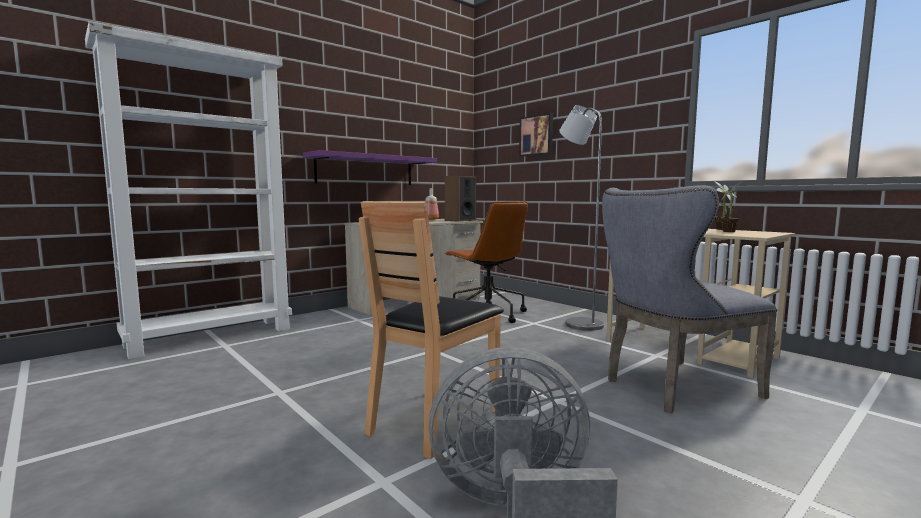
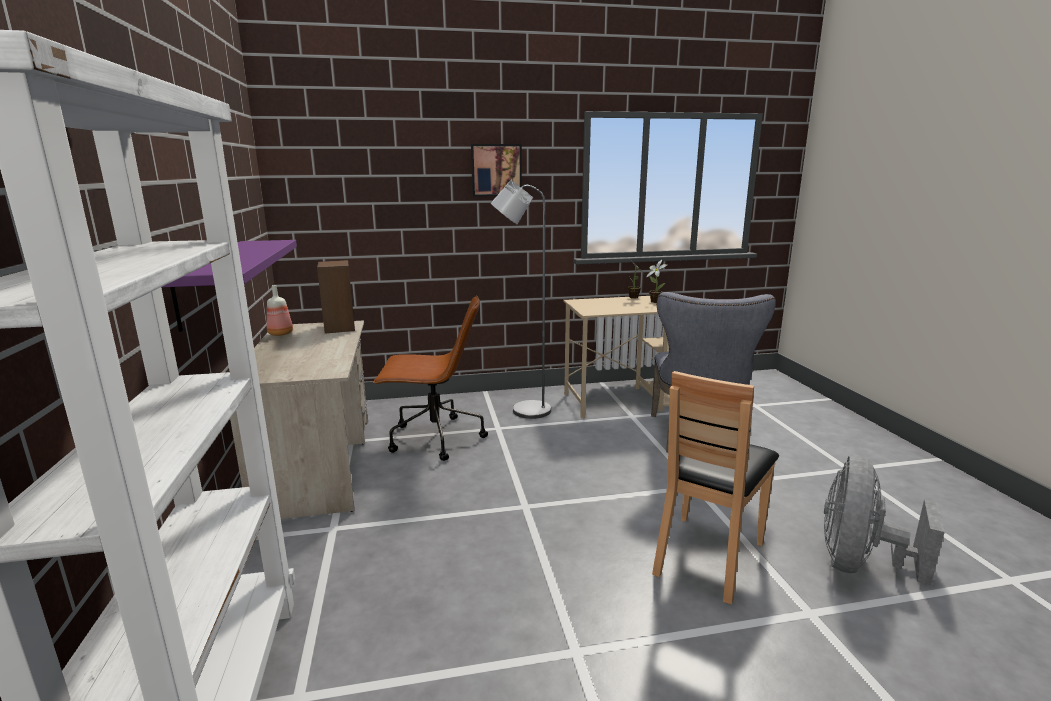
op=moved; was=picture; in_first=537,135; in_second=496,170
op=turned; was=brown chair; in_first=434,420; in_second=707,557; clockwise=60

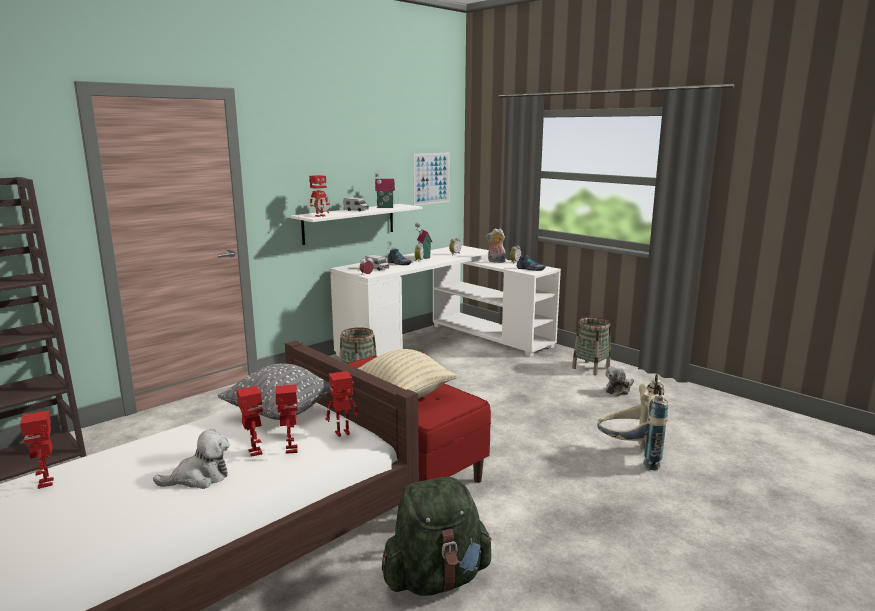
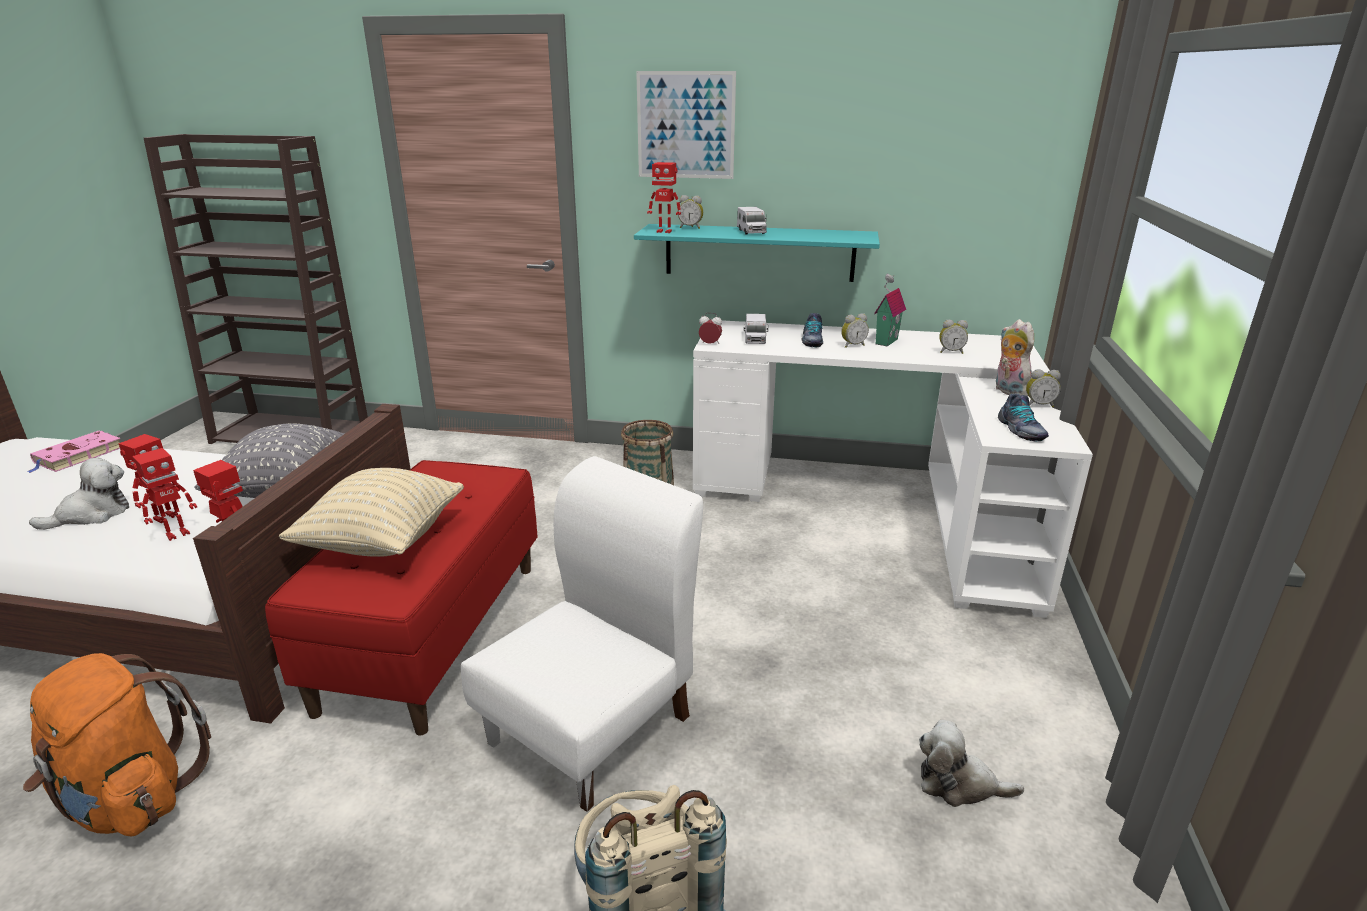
op=recoloured; was=green backpack; now=orange backpack; in_first=436,579; in_second=131,798
op=replaced; was=toy robot; now=pink book; in_first=47,483; in_second=77,456
op=turned; was=plush toy; in_first=199,478; in_second=92,514; clockwise=-75
op=added; now=white chair; in_second=592,729
op=recoloured; was=white shelf; now=turquoise shelf; in_first=349,223; in_second=759,252
op=moved; was=picture; in_first=431,178; in_second=685,125
op=removed; was=toy house; in_first=385,207
op=removed; was=basket; in_first=591,368

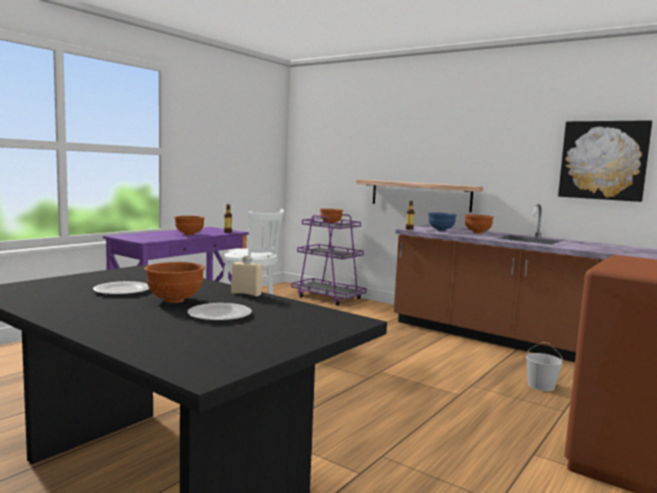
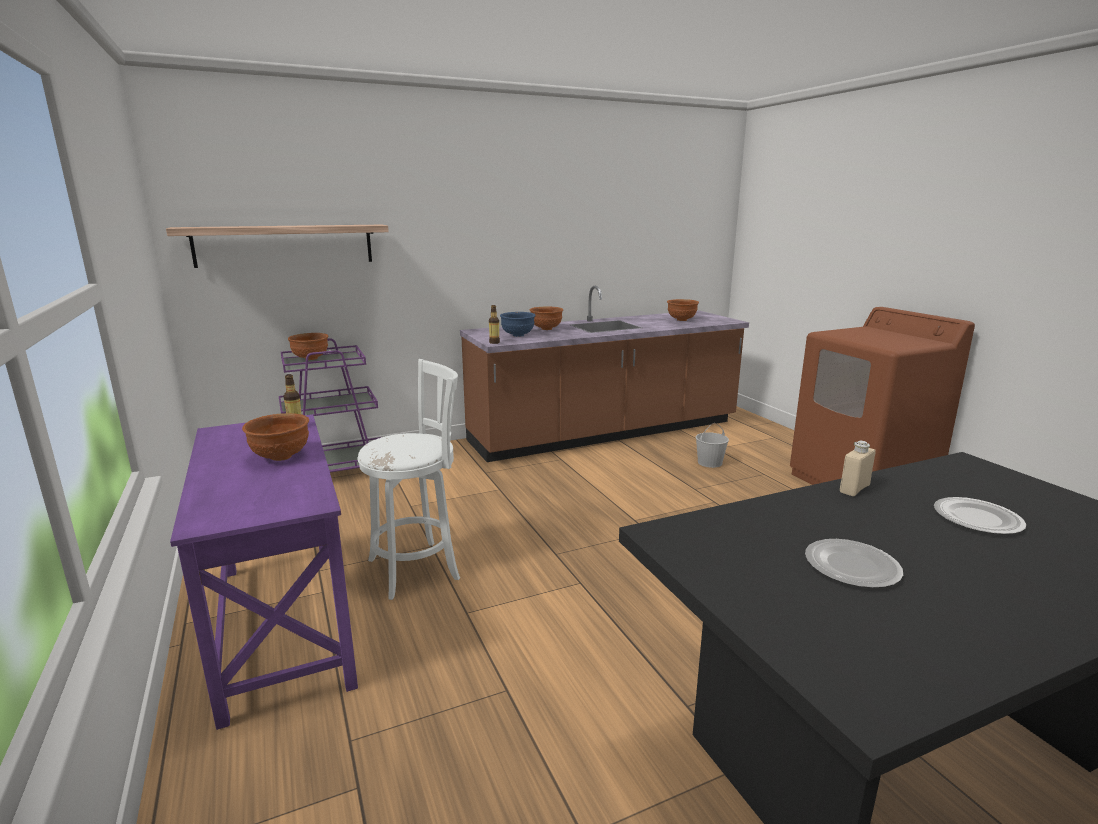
op=moved; was=shelf; in_first=420,195; in_second=285,245
op=moved; was=brown bowl; in_first=174,300; in_second=681,320
op=removed; was=picture; in_first=603,160

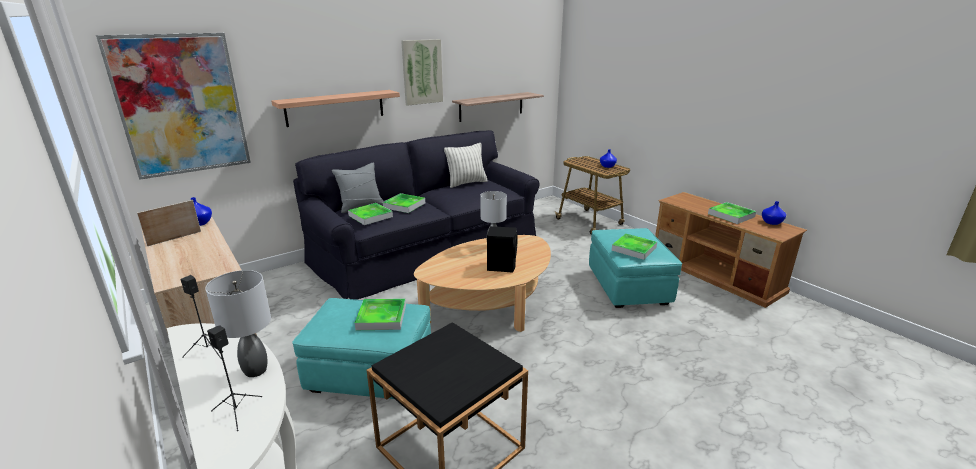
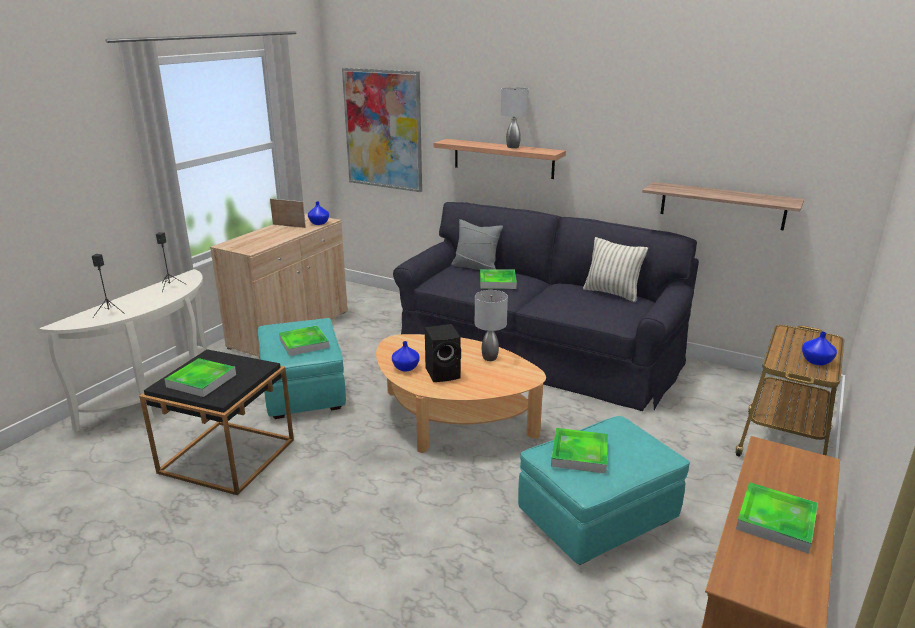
op=moved; was=tray; in_first=370,216; in_second=201,381
op=moved; was=blue vase; in_first=771,222; in_second=405,367
op=moved; was=grey table lamp; in_first=256,370; in_second=513,147
op=removed; was=picture; in_first=422,72

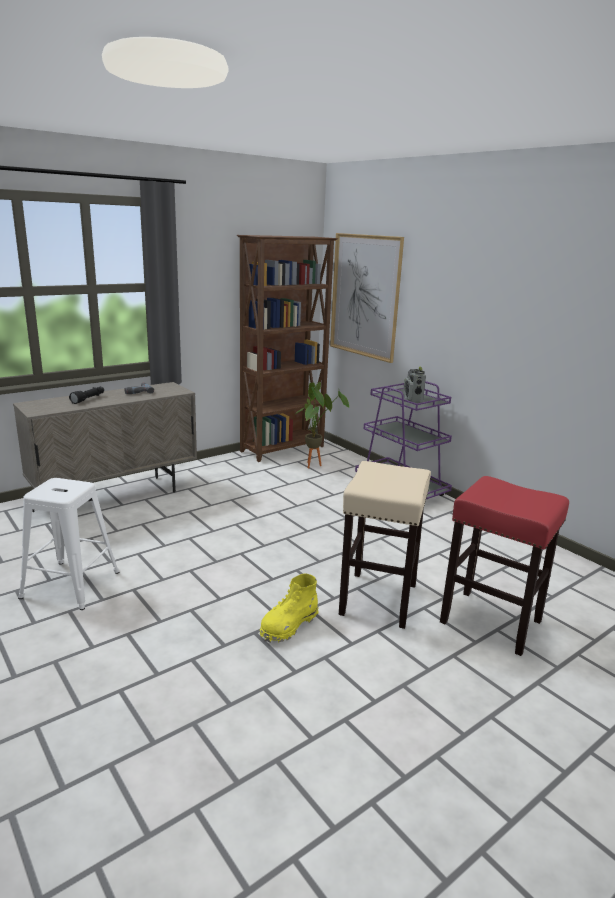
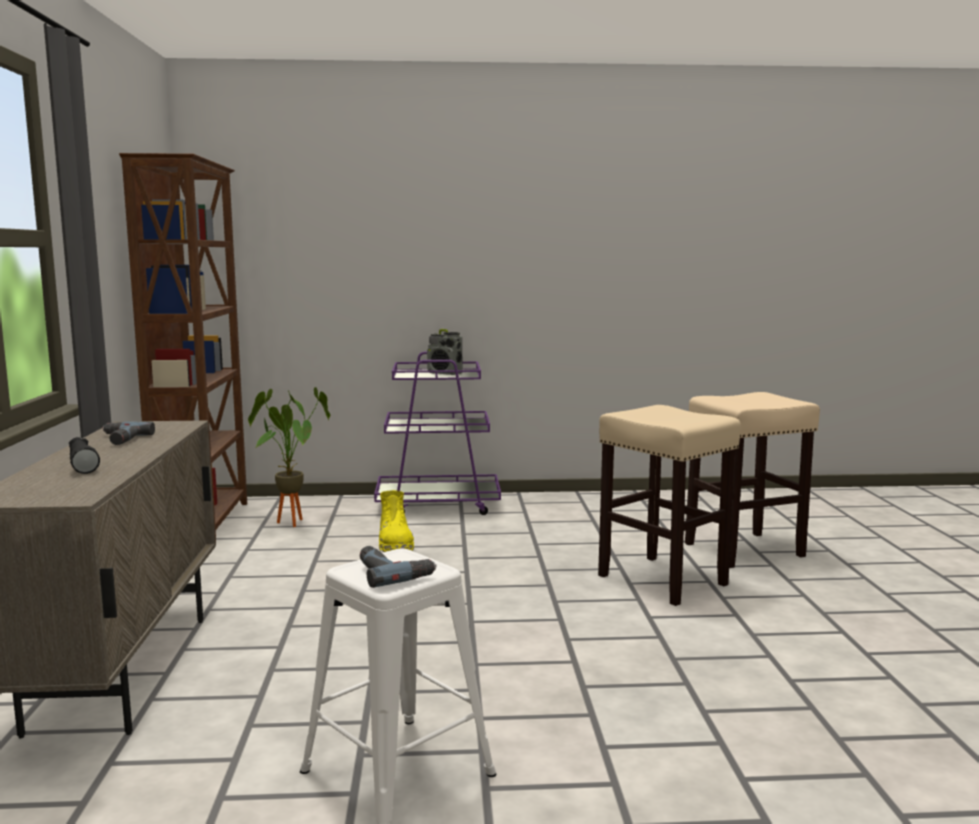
op=added; now=power drill; in_second=393,572
op=moved; was=yellow boot; in_first=288,625; in_second=395,544
op=recoloured; was=red stool; now=beige stool; in_first=492,622; in_second=745,549
op=removed; was=picture; in_first=365,296

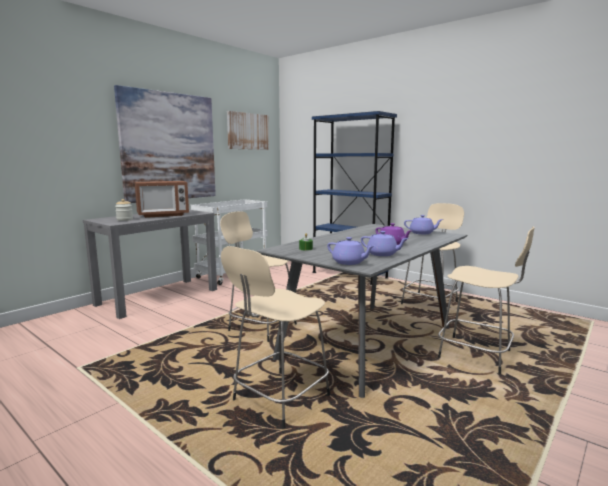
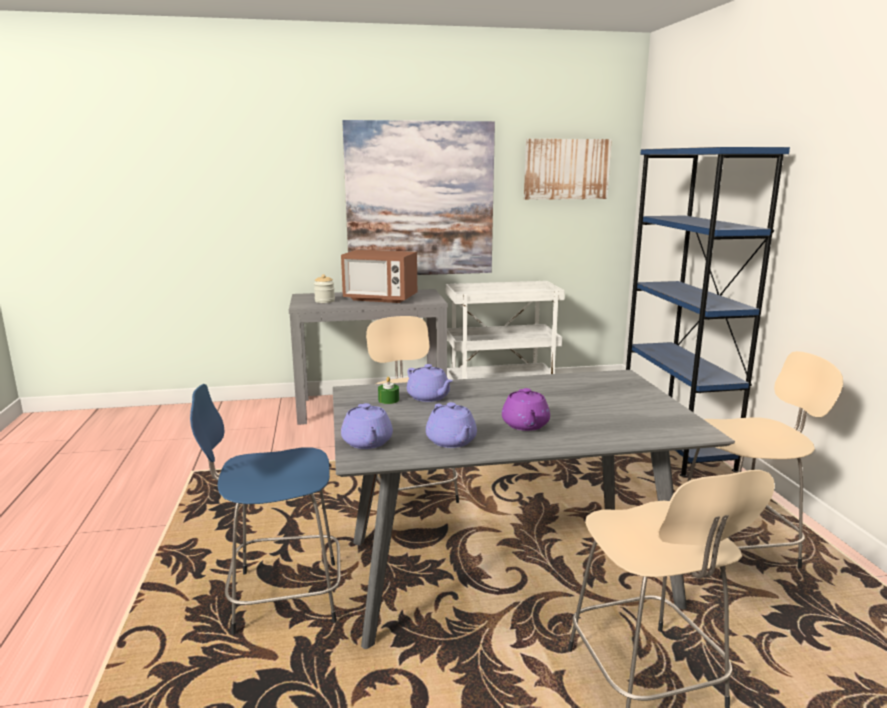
op=recoloured; was=beige stool; now=blue stool; in_first=279,400; in_second=282,598
op=moved; was=purple teapot; in_first=422,233; in_second=429,397

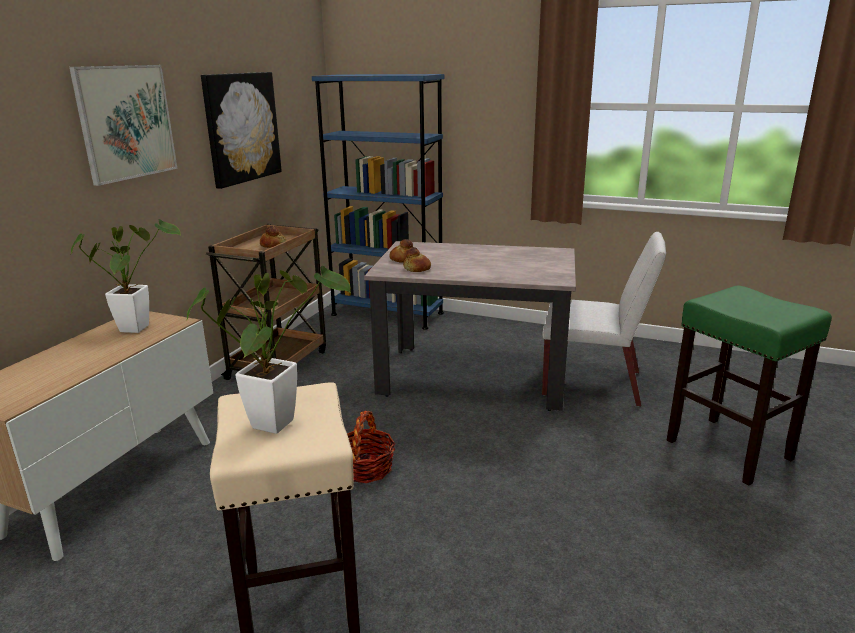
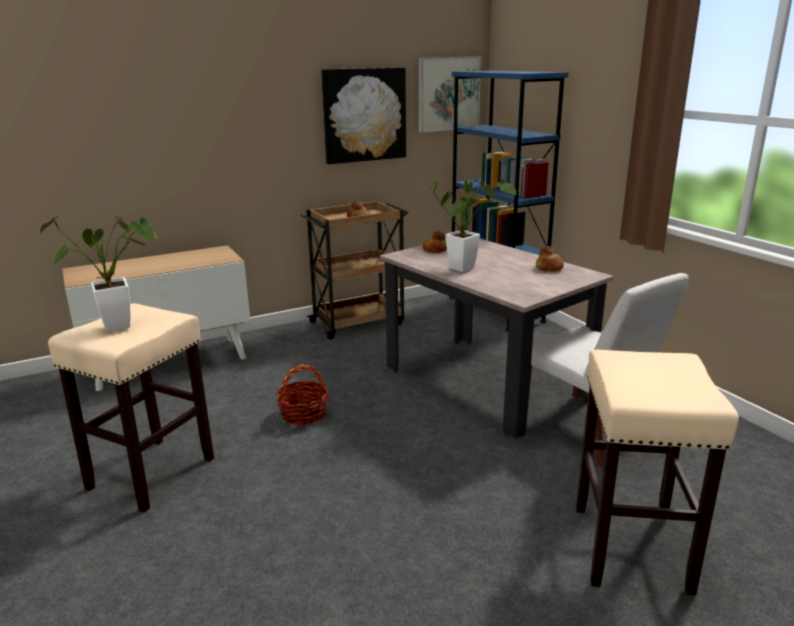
op=moved; was=picture; in_first=126,122; in_second=448,94
op=moved; was=potted plant; in_first=138,326; in_second=466,267
op=moved; was=bread; in_first=417,268; in_second=549,268
op=recoloured; was=green stool; now=beige stool; in_first=730,450; in_second=631,548

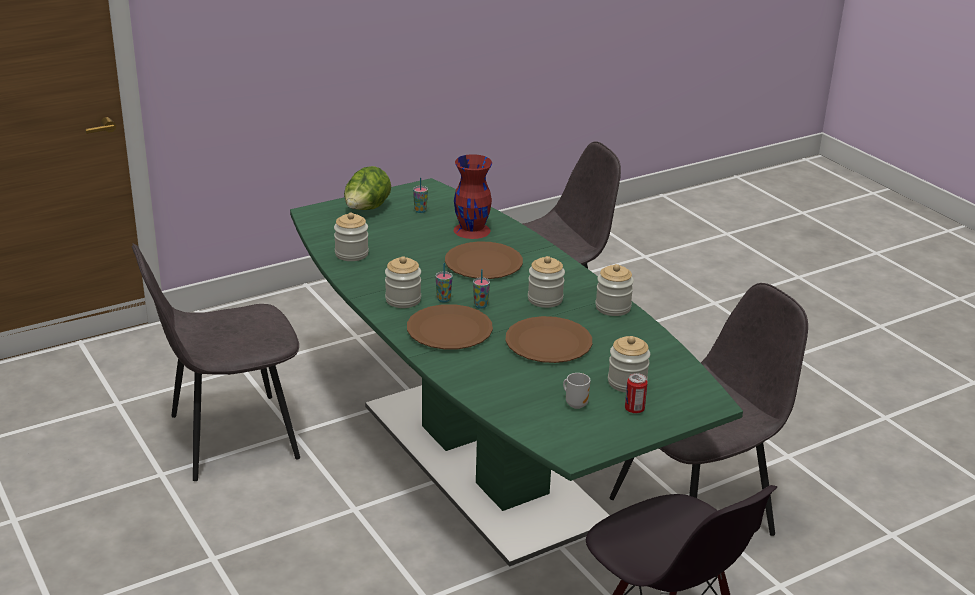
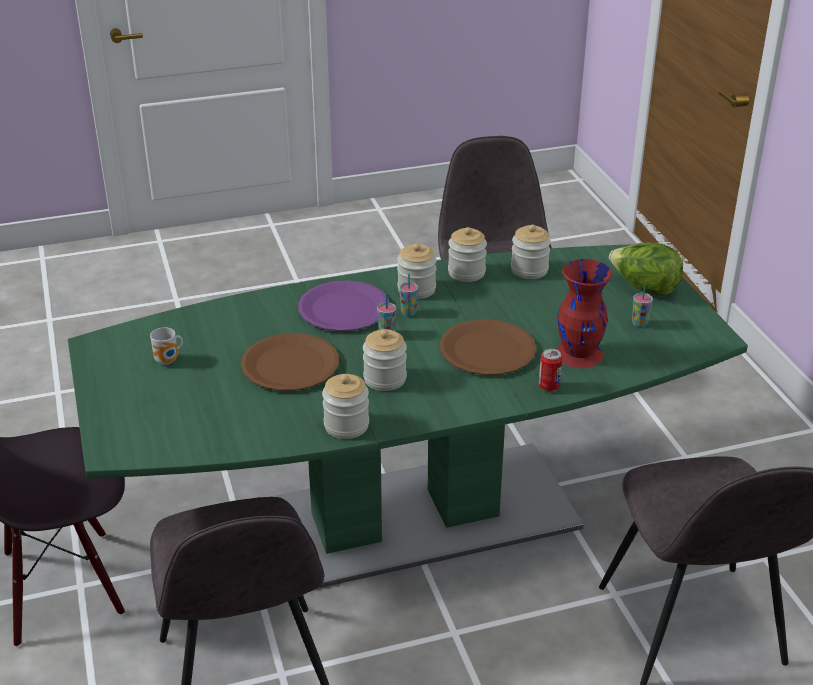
op=recoloured; was=brown plate; now=purple plate; in_first=449,330; in_second=344,309
op=moved; was=jar; in_first=627,382; in_second=466,273
op=moved; was=can; in_first=634,409; in_second=549,386

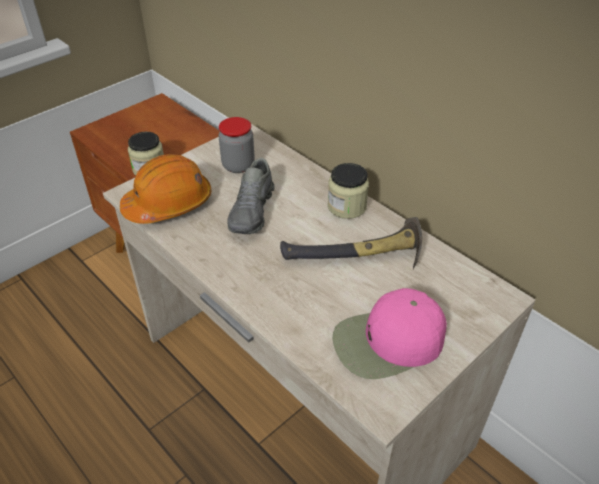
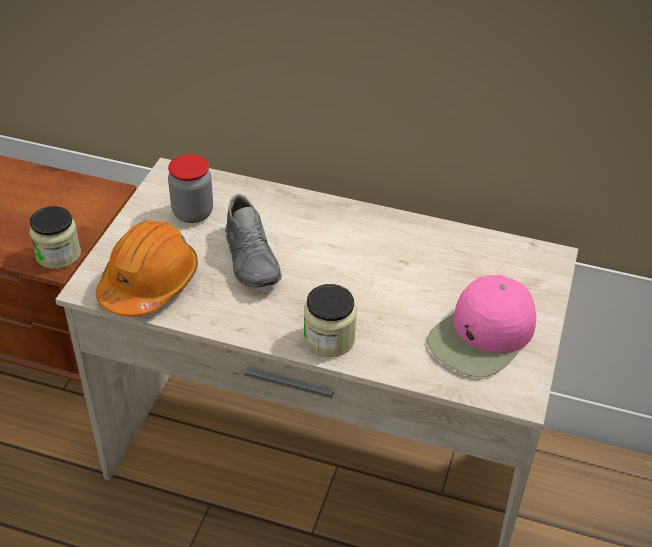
op=moved; was=jar; in_first=347,206; in_second=329,339
op=removed; was=hammer; in_first=357,258

